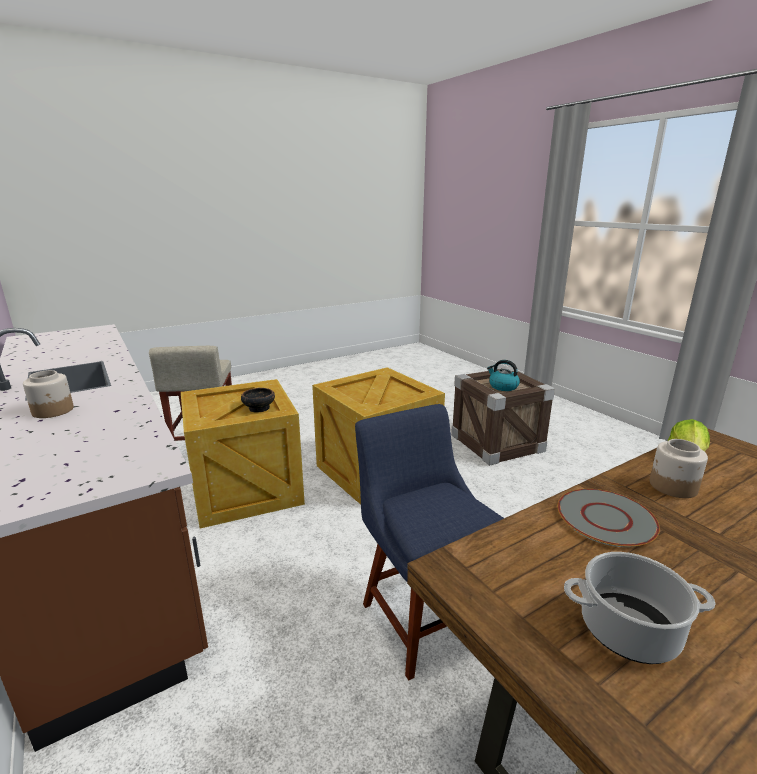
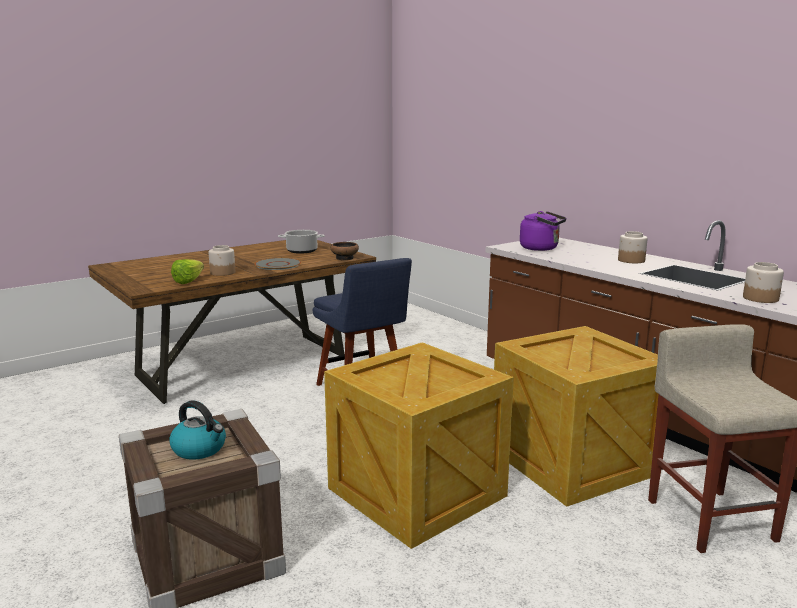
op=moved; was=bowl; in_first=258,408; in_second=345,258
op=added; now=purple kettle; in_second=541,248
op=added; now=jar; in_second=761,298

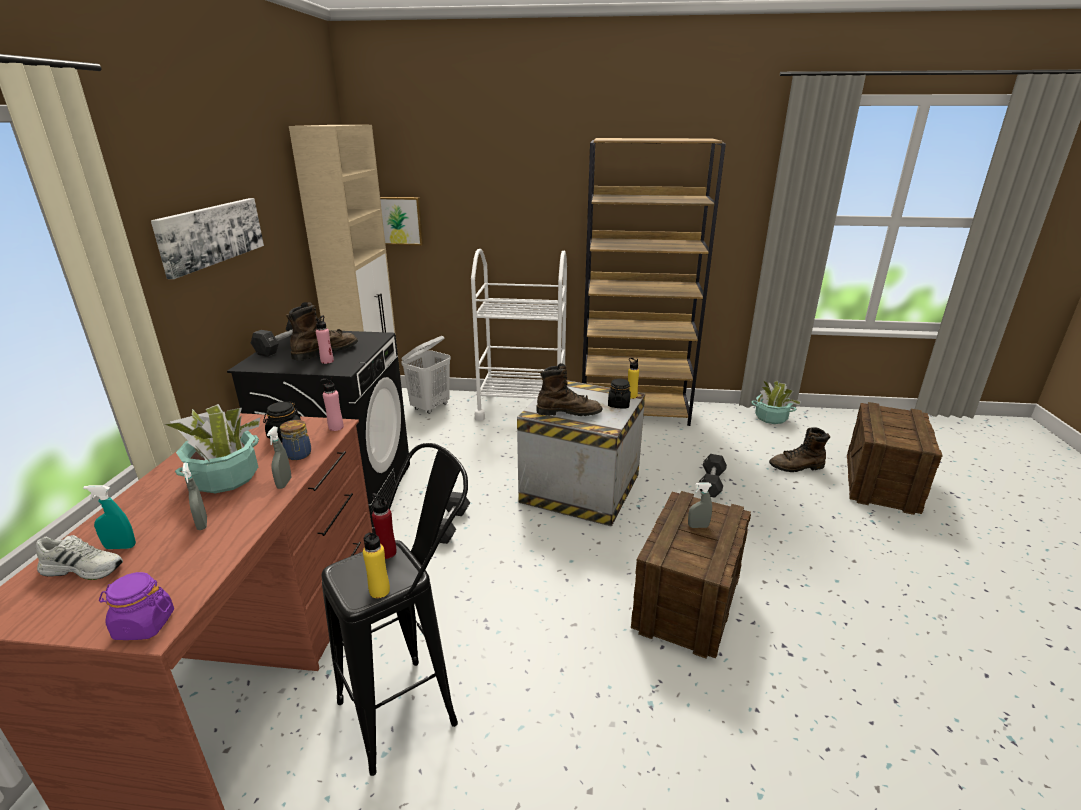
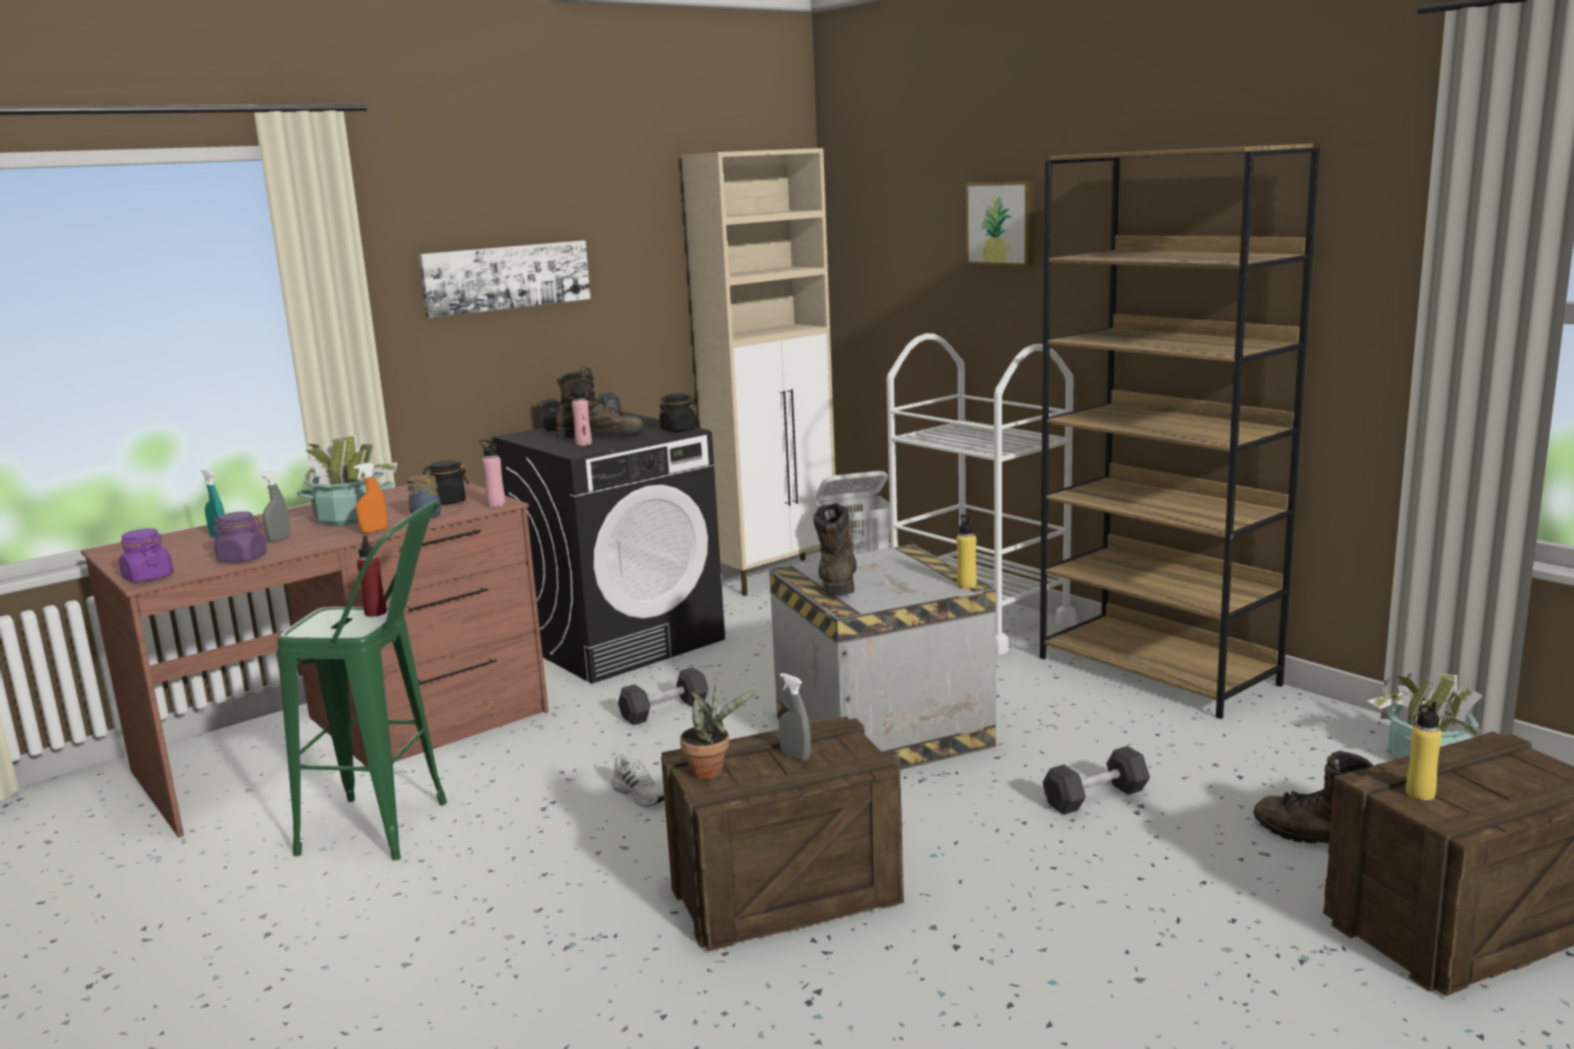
op=added; now=purple jar; in_second=243,558
op=recoloured; was=black stool; now=green stool; in_first=414,703; in_second=395,829
op=recoloured; was=grey spray bottle; now=orange spray bottle; in_first=284,483; in_second=374,531
op=moved; was=white shoe; in_first=84,568; in_second=640,794
op=moved; was=black jar; in_first=618,404; in_second=678,429
op=added; now=potted plant; in_second=711,771
op=turned; was=brown boot; in_first=569,413; in_second=837,580; clockwise=-135
op=moved; was=picture; in_first=399,220; in_second=1002,223
op=moved; was=yellow bottle; in_first=379,591; in_second=1420,794

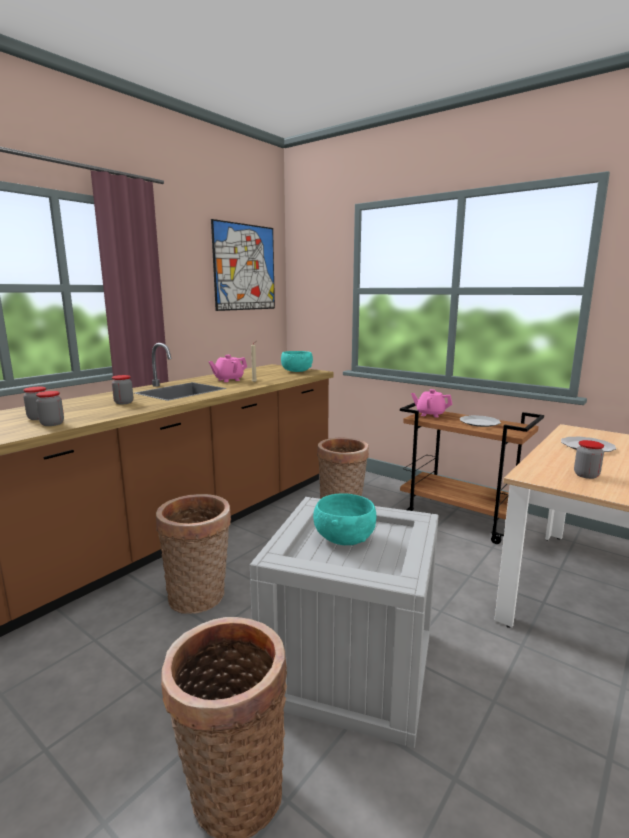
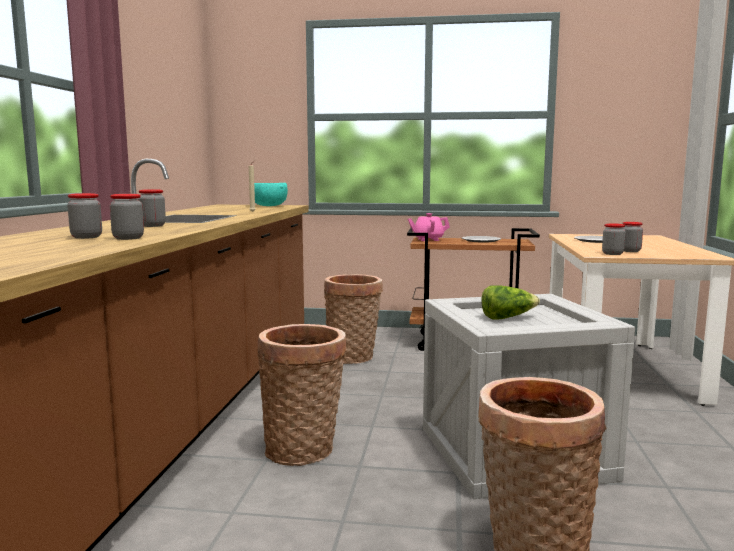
op=replaced; was=turquoise bowl; now=lettuce; in_first=343,538; in_second=507,317
op=added; now=jar; in_second=612,254
op=removed; was=pink teapot; in_first=228,380
op=removed; was=picture; in_first=245,267

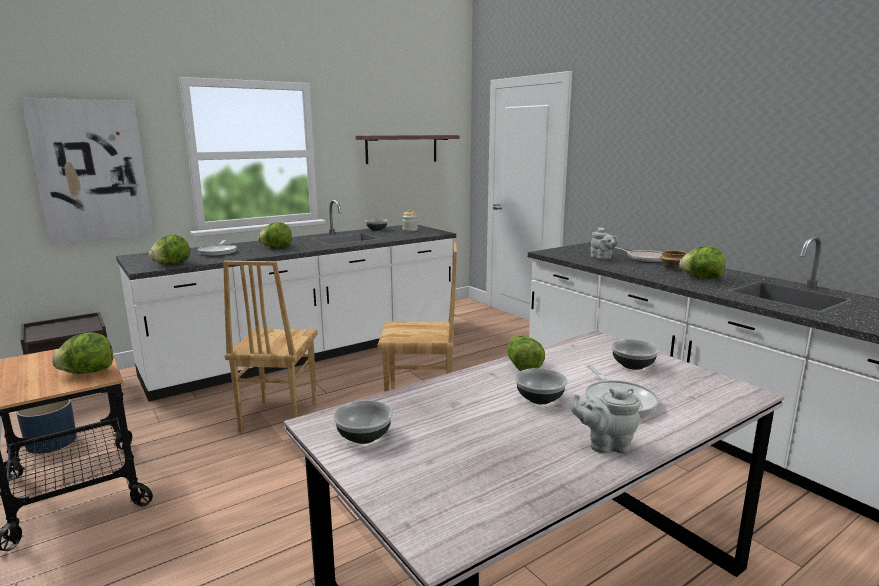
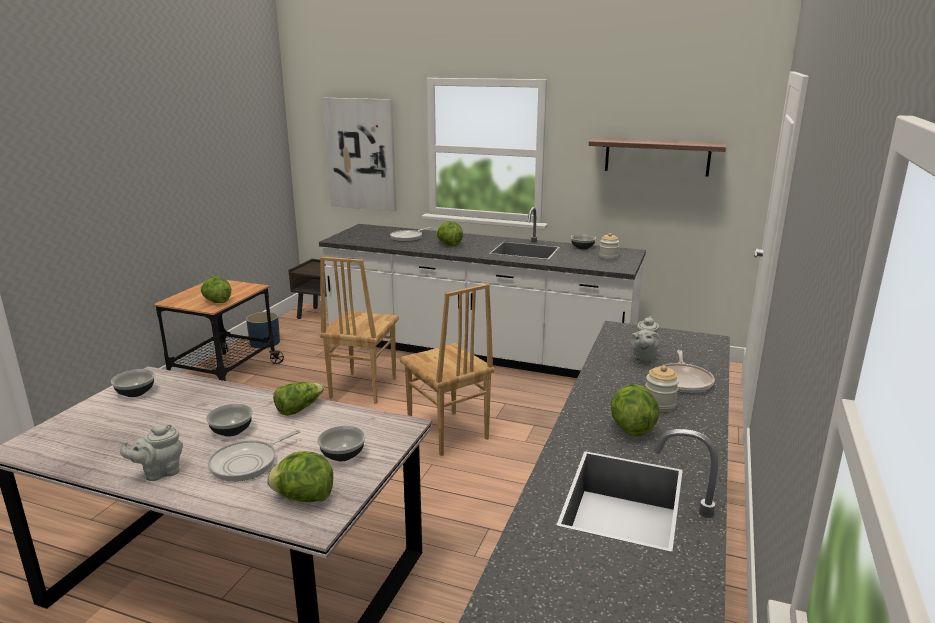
op=turned; was=grey teapot; in_first=605,445; in_second=160,472; clockwise=-90
op=moved; was=lettuce; in_first=171,264; in_second=303,498
op=turned; was=brown chair; in_first=277,417; in_second=362,388; clockwise=-45
op=replaced; was=bowl; now=jar; in_first=673,268; in_second=659,404

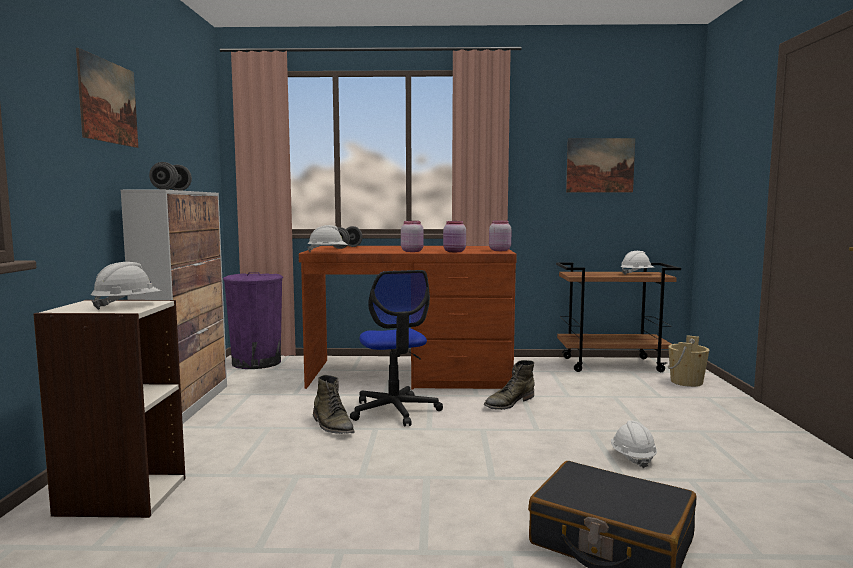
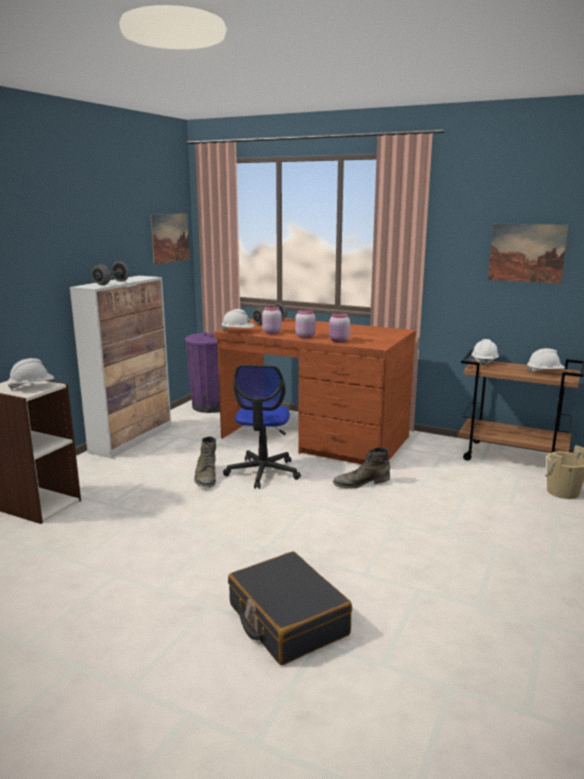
op=moved; was=picture; in_first=108,102; in_second=170,238
op=moved; was=pink jar; in_first=499,250; in_second=271,332
op=moved; was=white hard hat; in_first=632,457; in_second=484,362

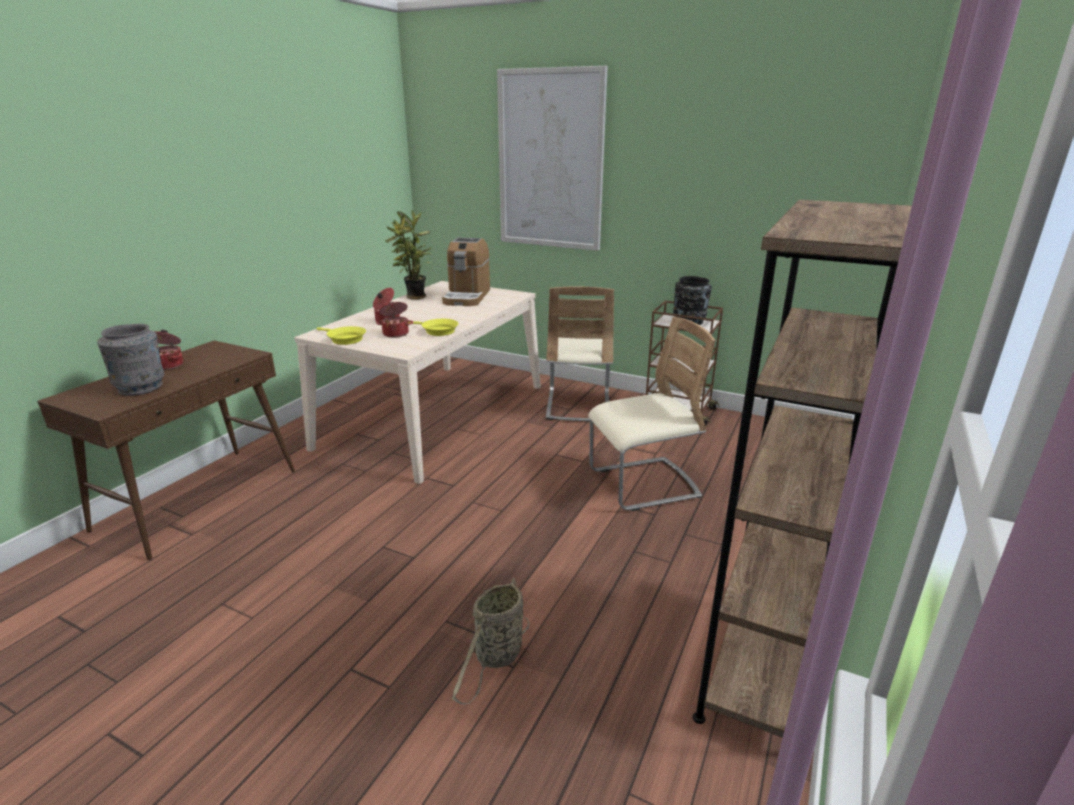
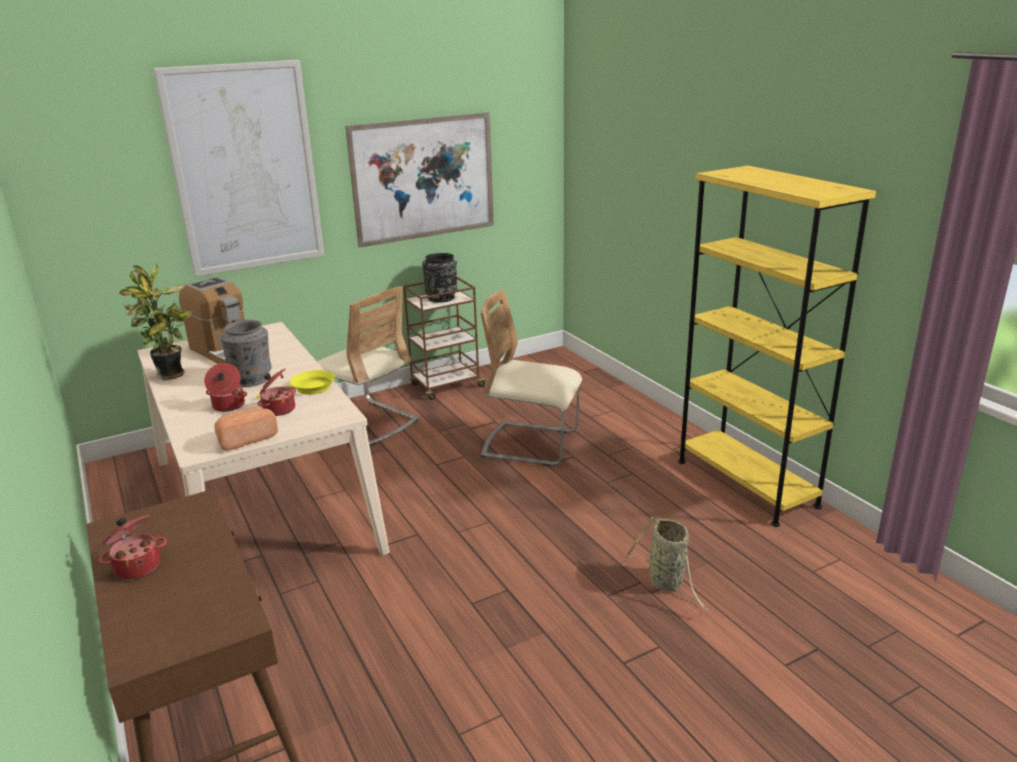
op=replaced; was=yellow frying pan; now=bread; in_first=344,339; in_second=246,439
op=moved; was=grey vase; in_first=142,388; in_second=251,379
op=added; now=picture; in_second=424,178
op=turned; was=beige chair; in_first=643,485; in_second=531,444; clockwise=-90
op=recoloured; was=brown bookcase; now=yellow bookcase; in_first=760,659; in_second=746,483

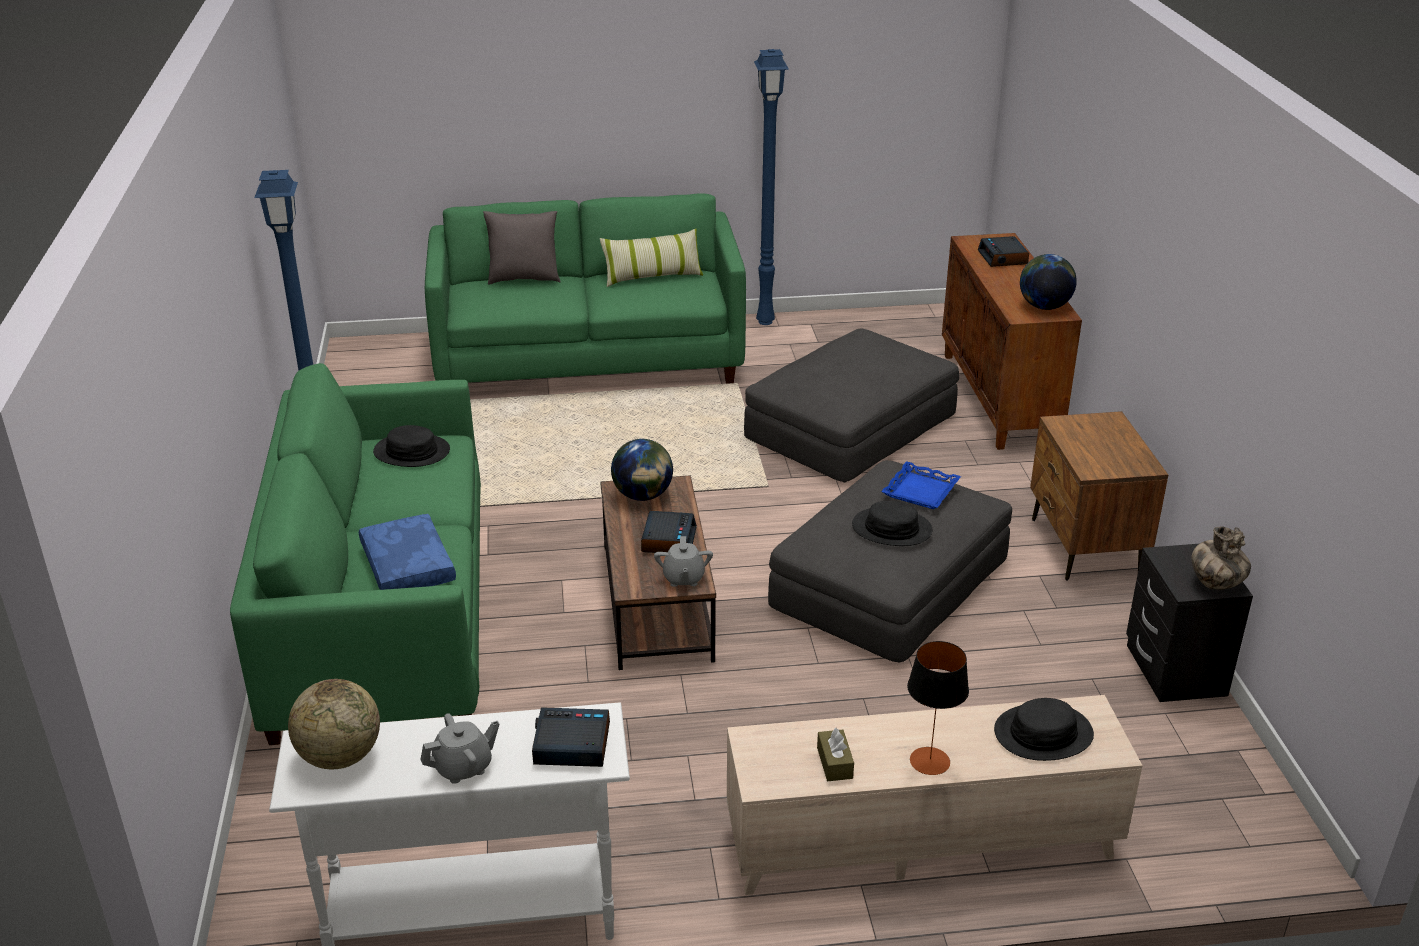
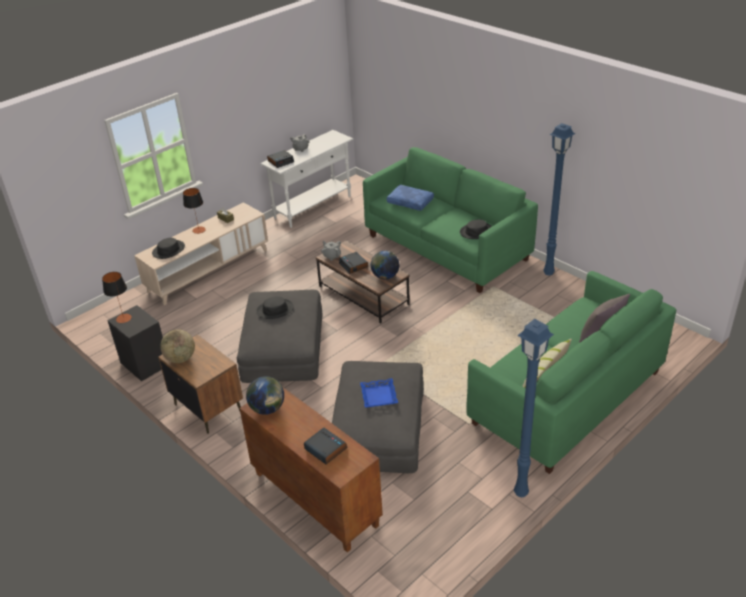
op=replaced; was=vase; now=table lamp; in_first=1215,584; in_second=123,318
op=moved; was=globe; in_first=340,756; in_second=180,358
op=moved; was=blue tray; in_first=920,491; in_second=379,396

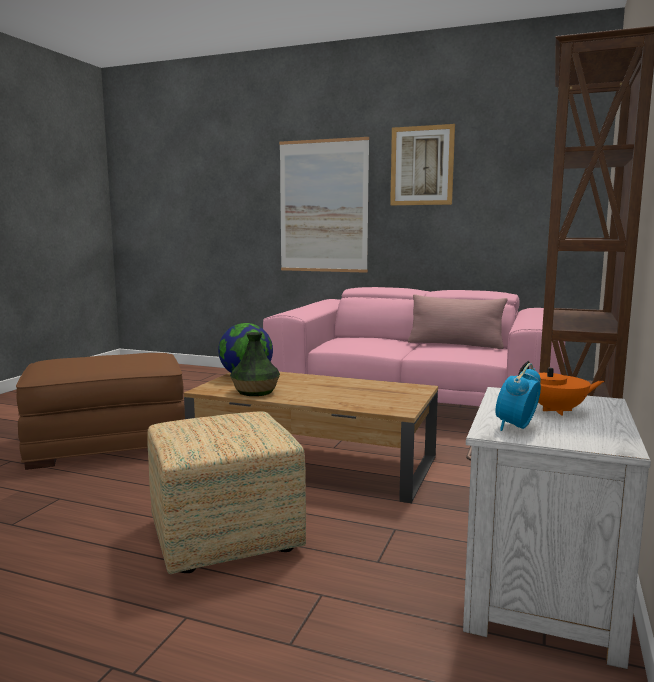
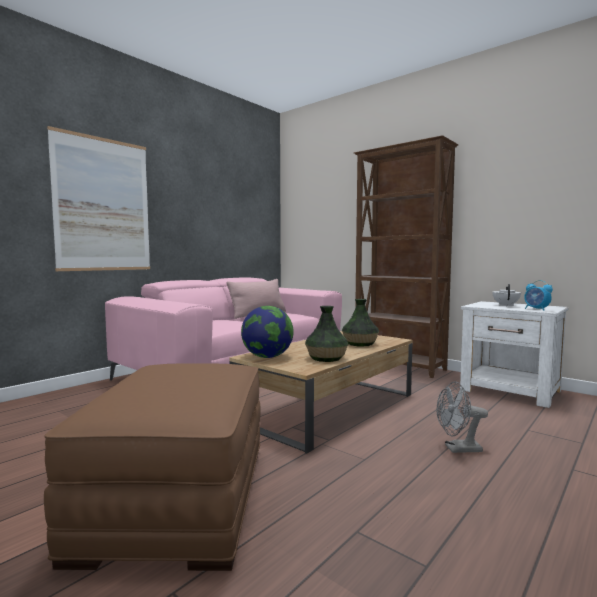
op=added; now=vase; in_second=359,343
op=replaced; was=ottoman; now=grey fan; in_first=223,537; in_second=458,449
op=recoloured; was=orange teapot; now=white teapot; in_first=557,411; in_second=506,305
op=removed; was=picture; in_first=422,166

